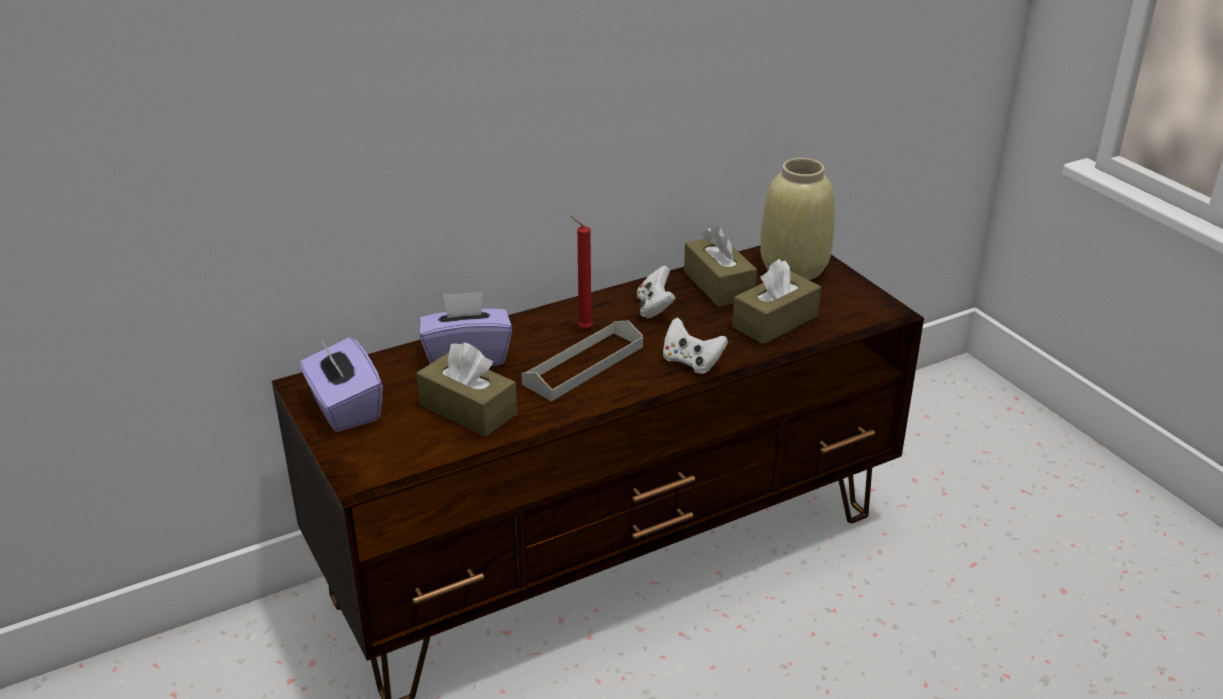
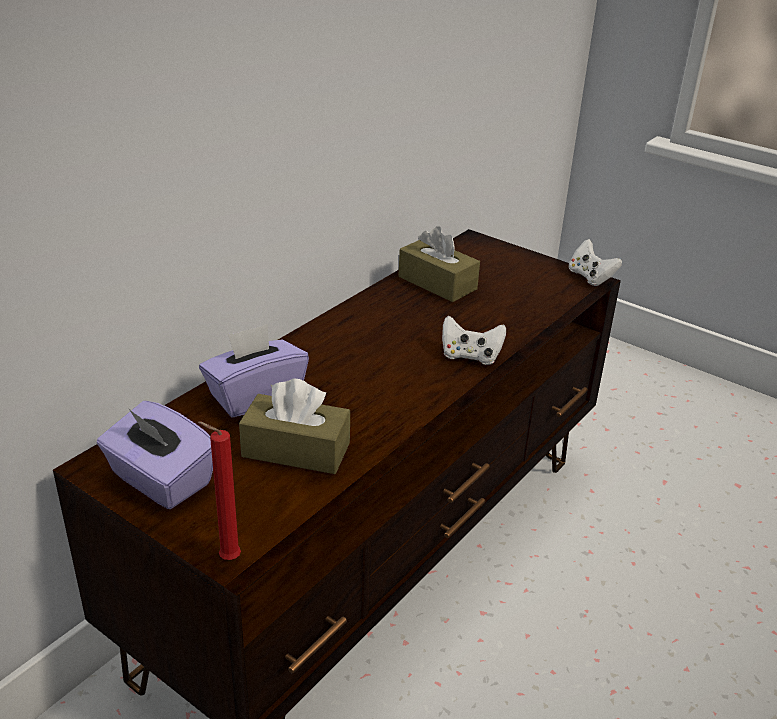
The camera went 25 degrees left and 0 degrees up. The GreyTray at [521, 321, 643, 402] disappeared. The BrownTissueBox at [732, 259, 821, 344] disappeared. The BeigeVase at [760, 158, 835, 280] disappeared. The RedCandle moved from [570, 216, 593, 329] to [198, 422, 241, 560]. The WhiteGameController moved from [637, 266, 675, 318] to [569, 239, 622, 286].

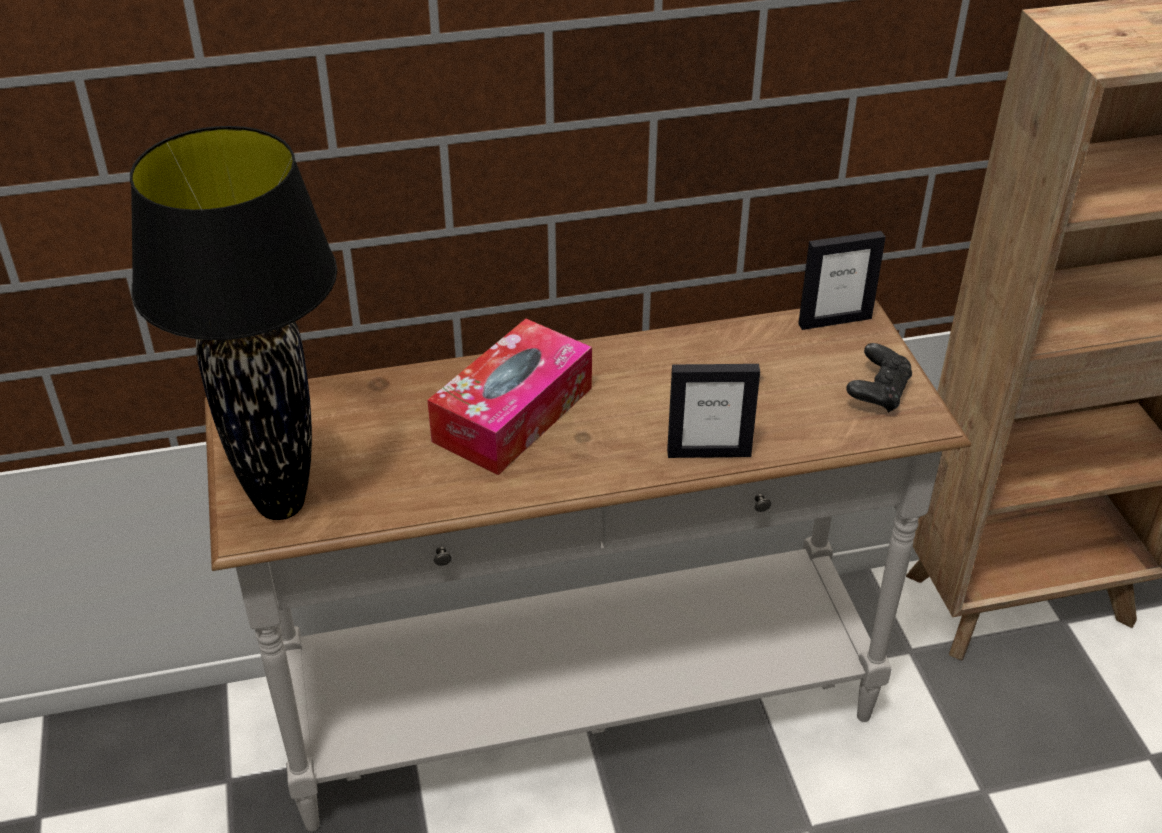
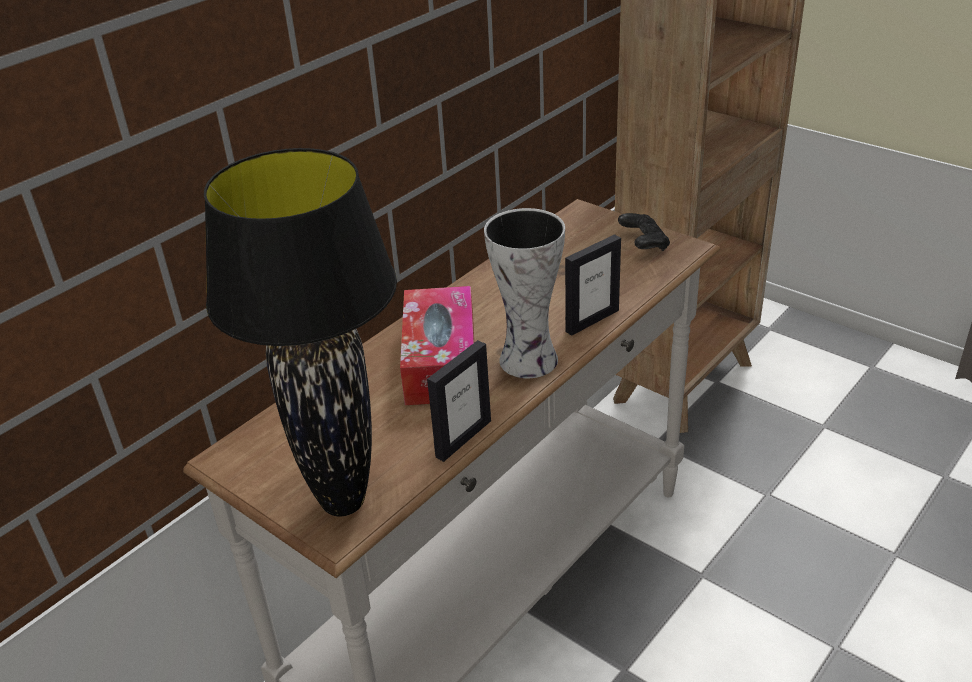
The camera went 35 degrees left and 5 degrees down. The Vase at [484, 208, 565, 378] appeared. The PictureFrame moved from [798, 231, 886, 330] to [427, 340, 491, 462].

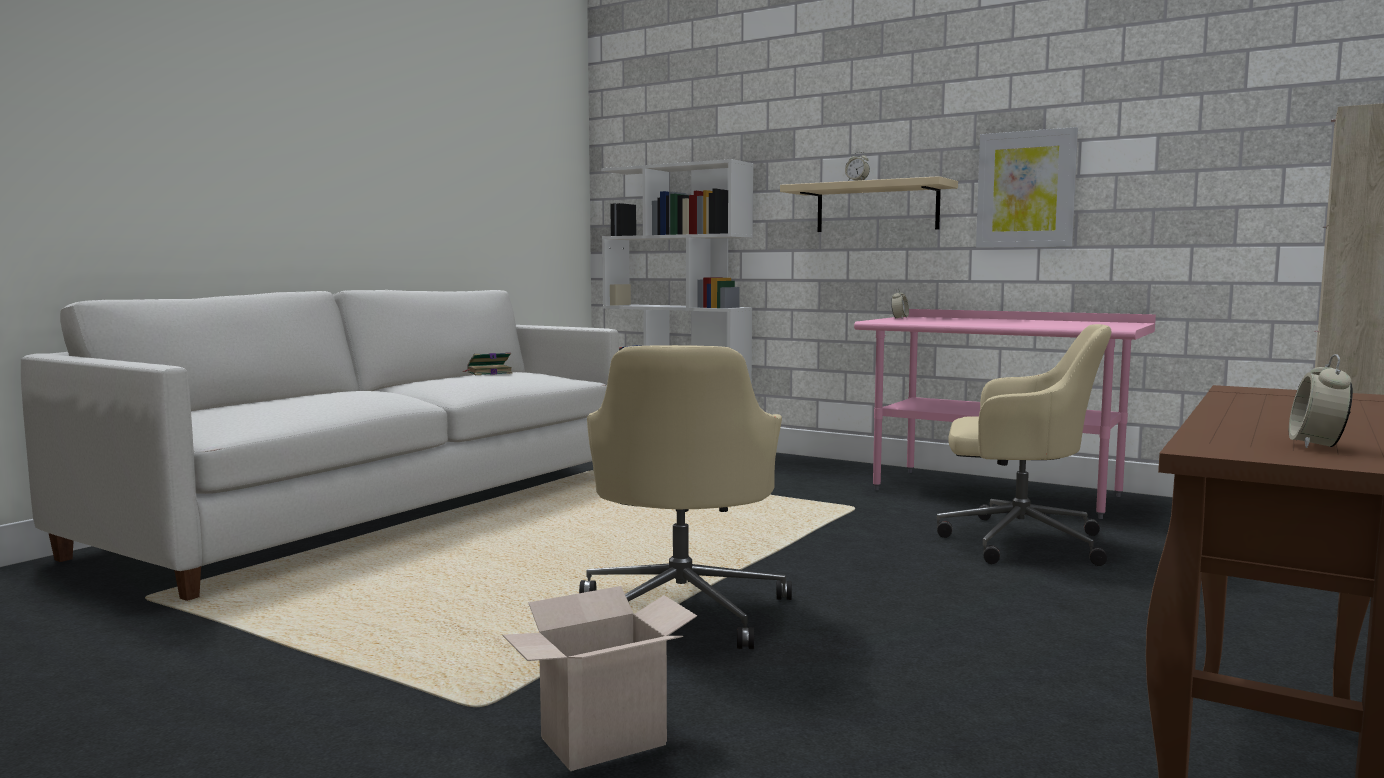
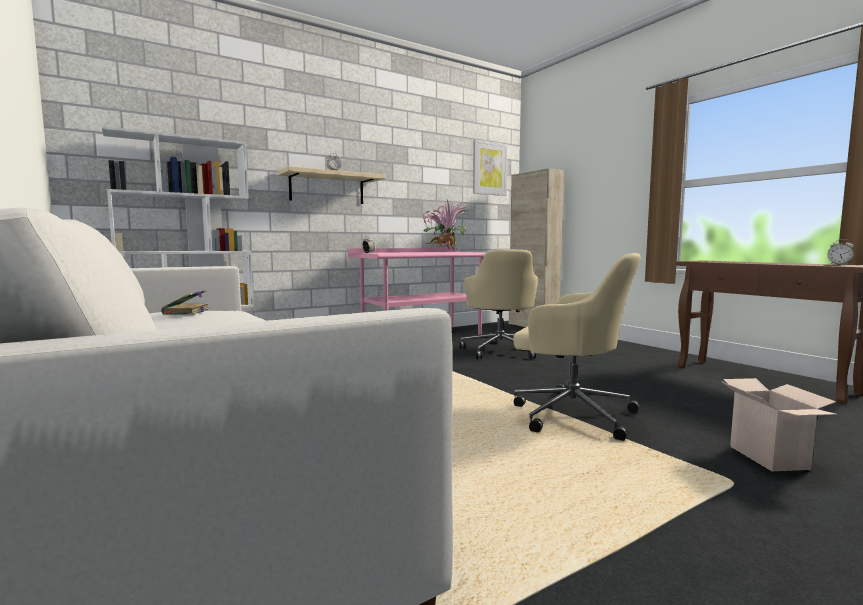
The camera went 65 degrees left and 0 degrees up. The PottedPlant at [423, 200, 467, 250] appeared. The Picture moved from [976, 127, 1078, 248] to [473, 139, 508, 196]. The BeigeOfficeChair at [937, 324, 1111, 566] turned 135 degrees clockwise.

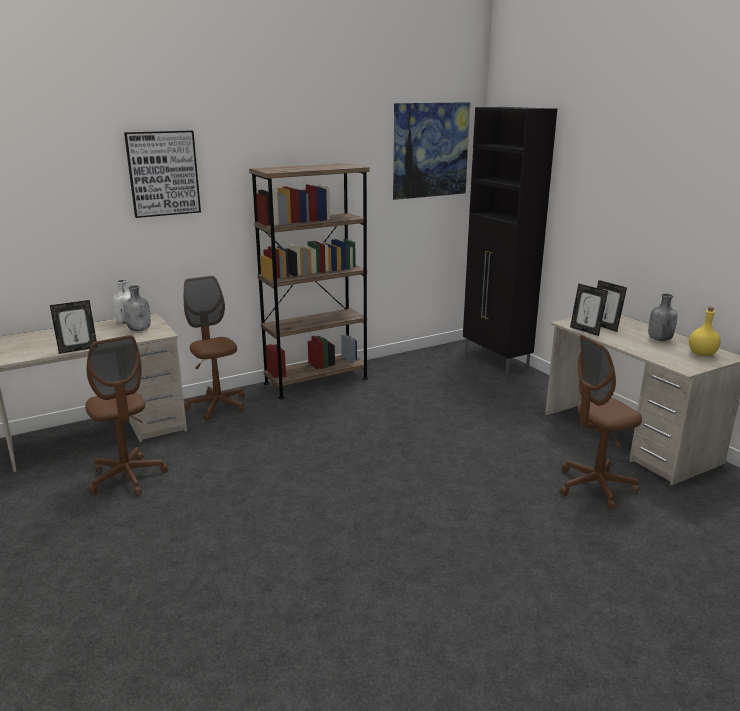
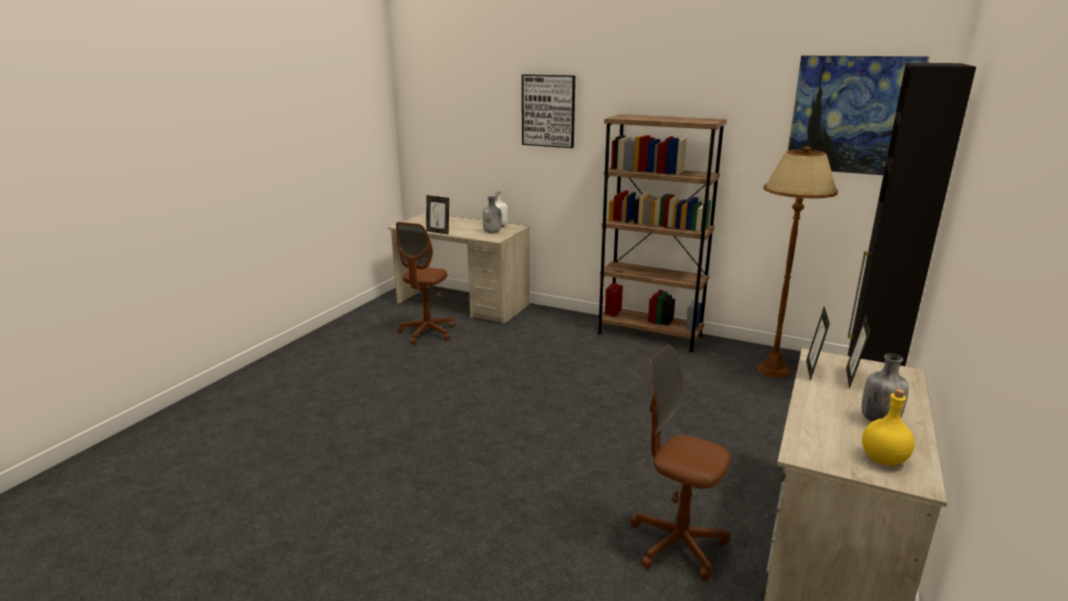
The camera went 55 degrees right and 0 degrees up. The BrownOfficeChair at [184, 276, 245, 421] disappeared. The BrownFloorLamp at [757, 146, 838, 378] appeared.

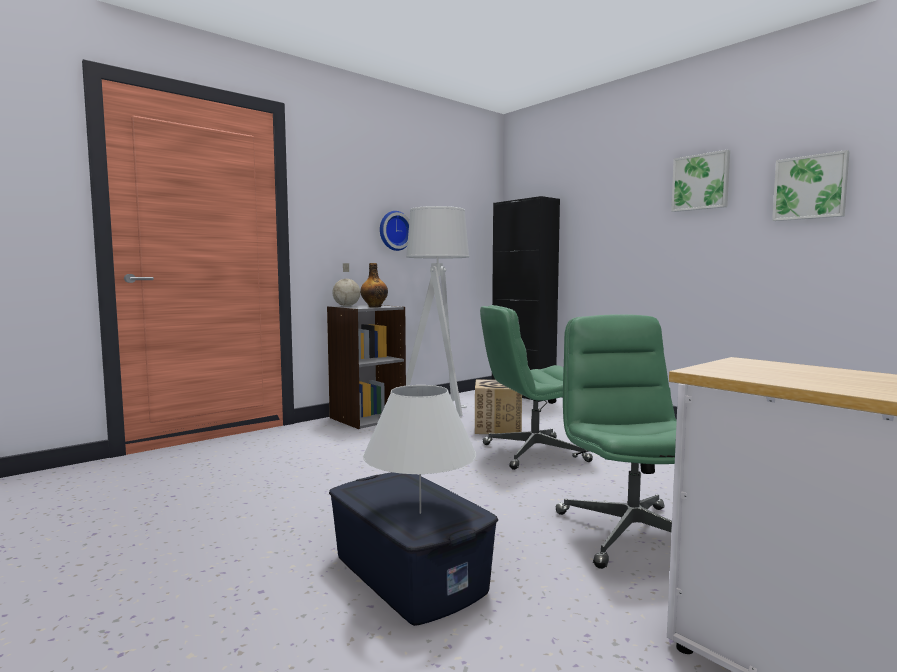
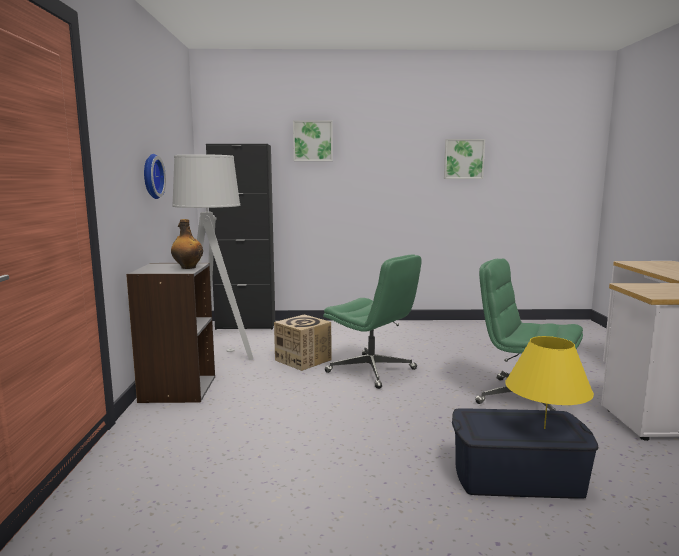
The camera went 50 degrees left and 5 degrees up. The Globe at [332, 263, 360, 306] disappeared. The Picture moved from [671, 150, 730, 212] to [293, 120, 333, 161]. The WhiteTableLamp at [363, 385, 476, 514] became the YellowTableLamp at [505, 336, 594, 429]. The GreenOfficeChair at [480, 305, 593, 470] turned 75 degrees counterclockwise.

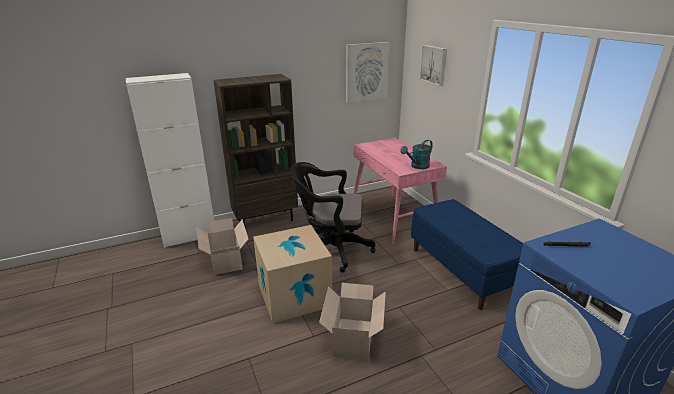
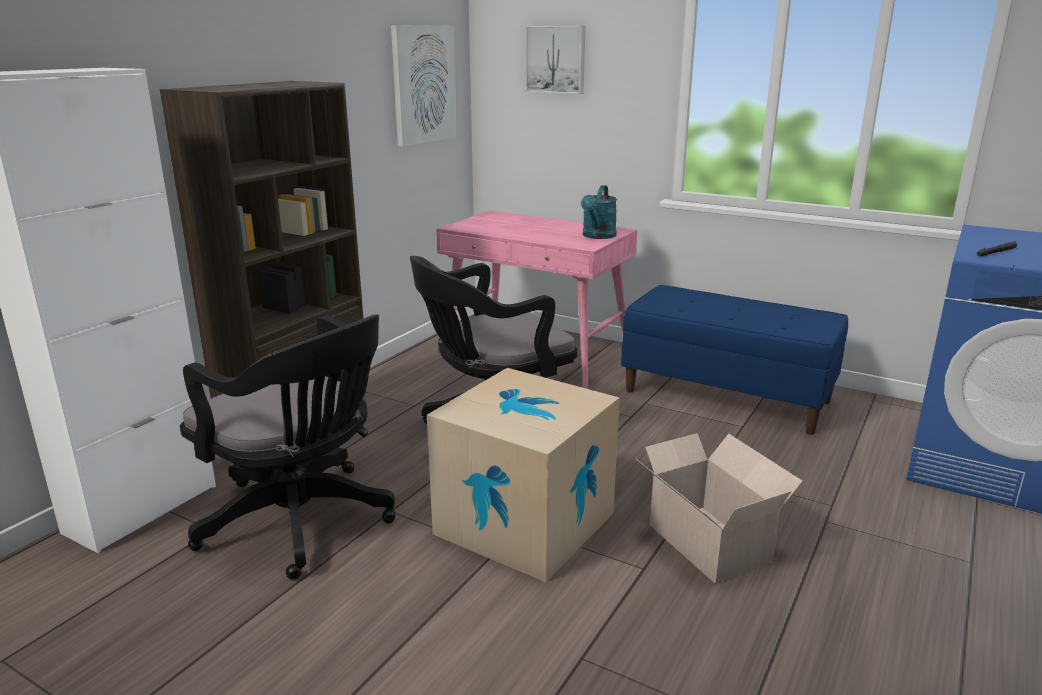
The camera went 35 degrees left and 5 degrees down. The CardboardBox at [196, 218, 248, 275] was replaced by the BlackOfficeChair at [180, 314, 395, 580].

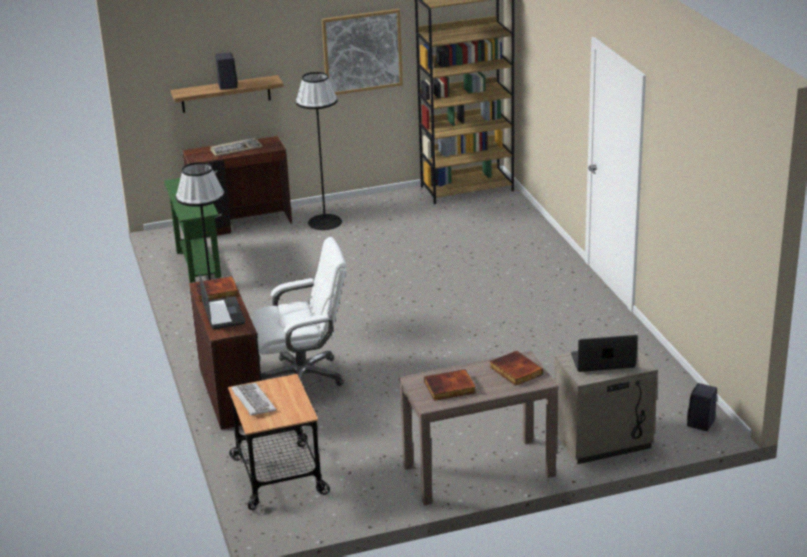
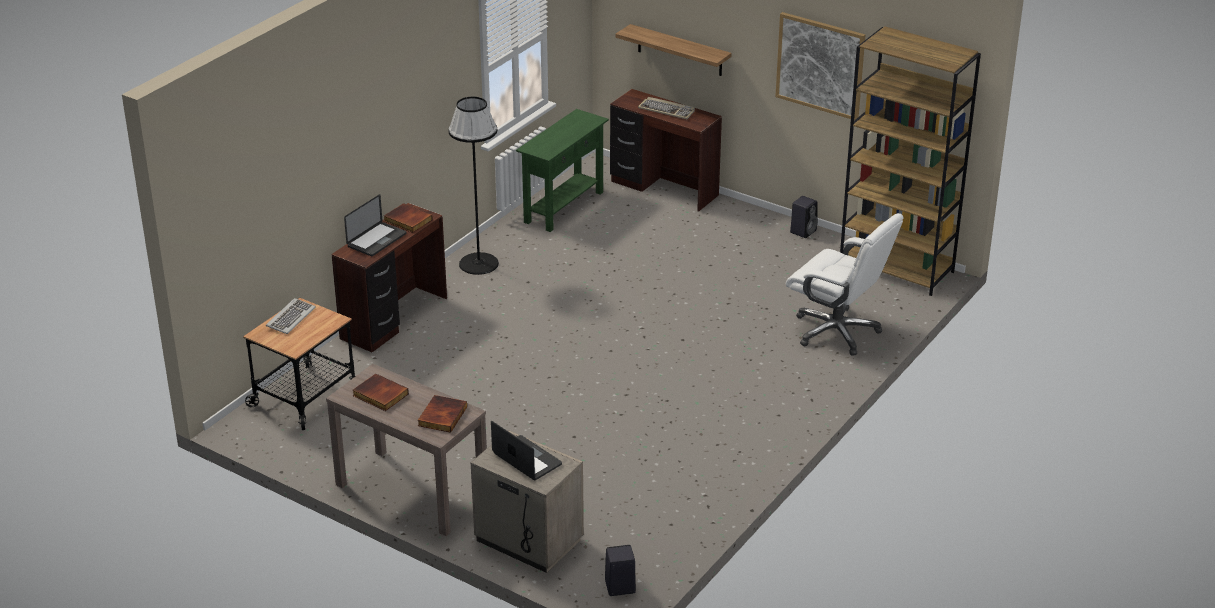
The camera went 50 degrees right and 5 degrees up. The BlackFloorLamp at [296, 72, 342, 230] disappeared. The BlackSpeaker moved from [215, 52, 238, 90] to [790, 196, 818, 238]. The WhiteOfficeChair moved from [251, 237, 346, 386] to [786, 213, 903, 356].

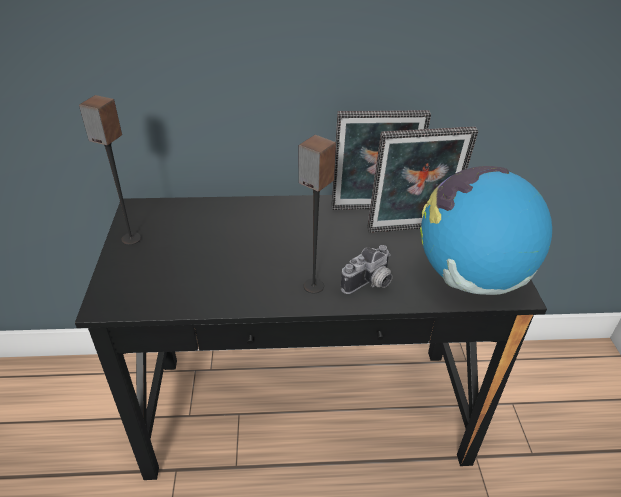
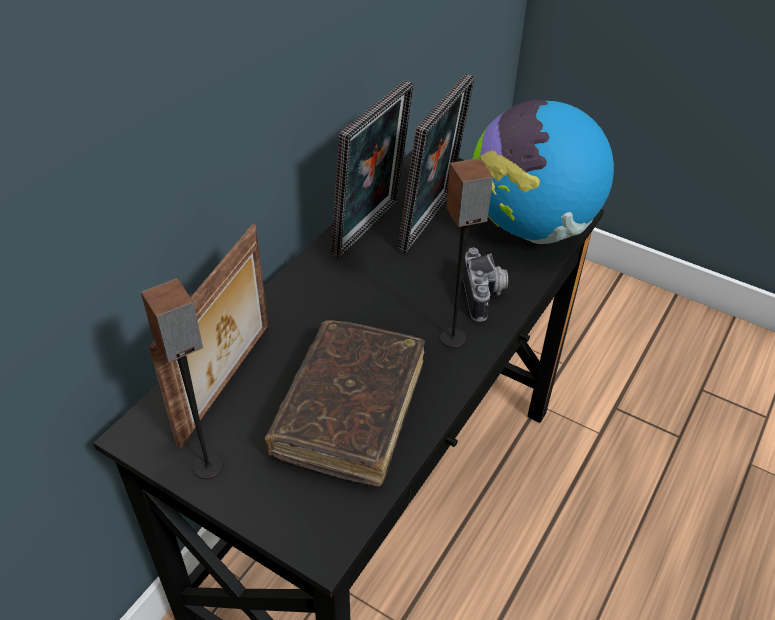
The camera went 55 degrees left and 5 degrees up. The PictureFrame at [149, 224, 268, 449] appeared. The BrownBook at [264, 320, 425, 487] appeared.

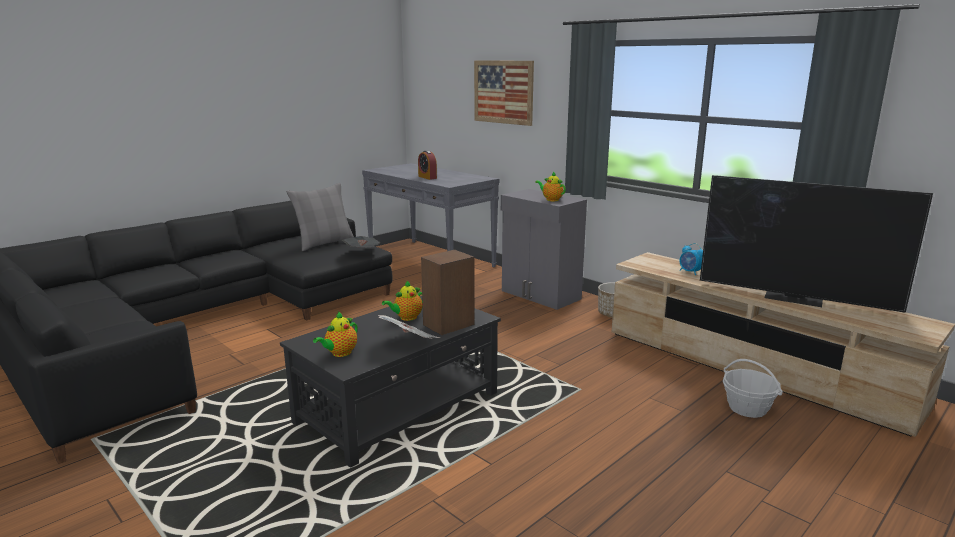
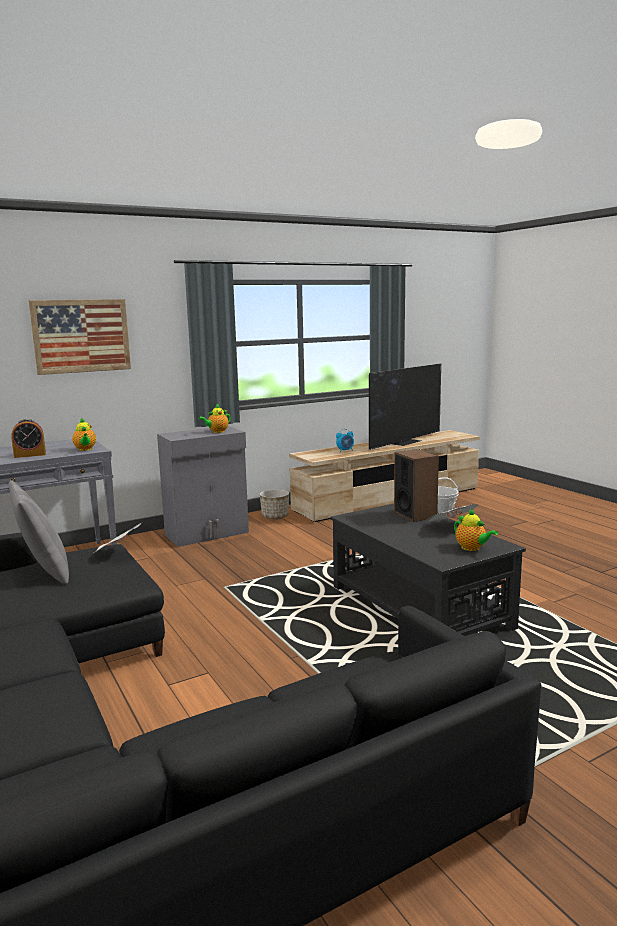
The camera went 75 degrees left and 5 degrees down. The Teapot moved from [382, 280, 423, 321] to [72, 418, 96, 451].

